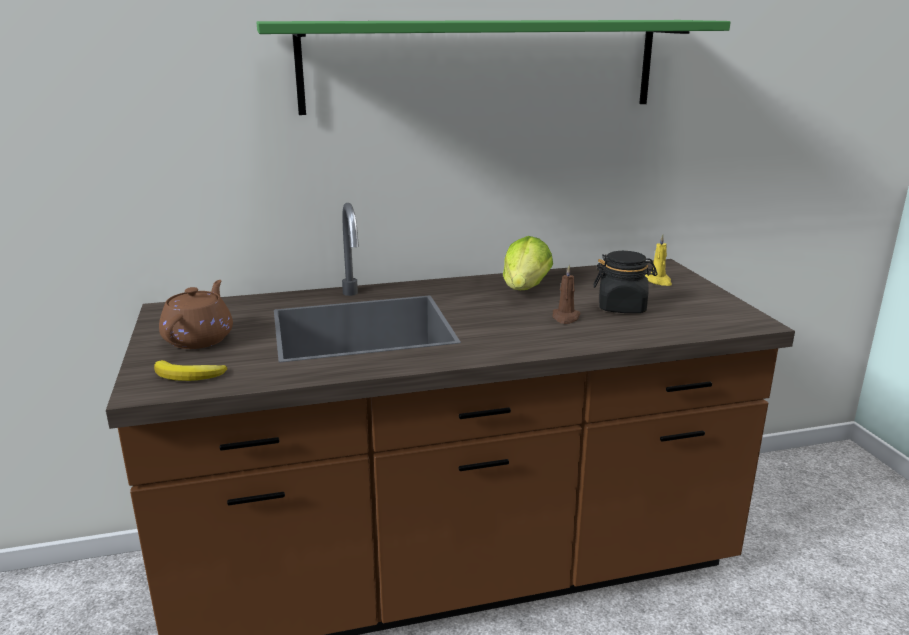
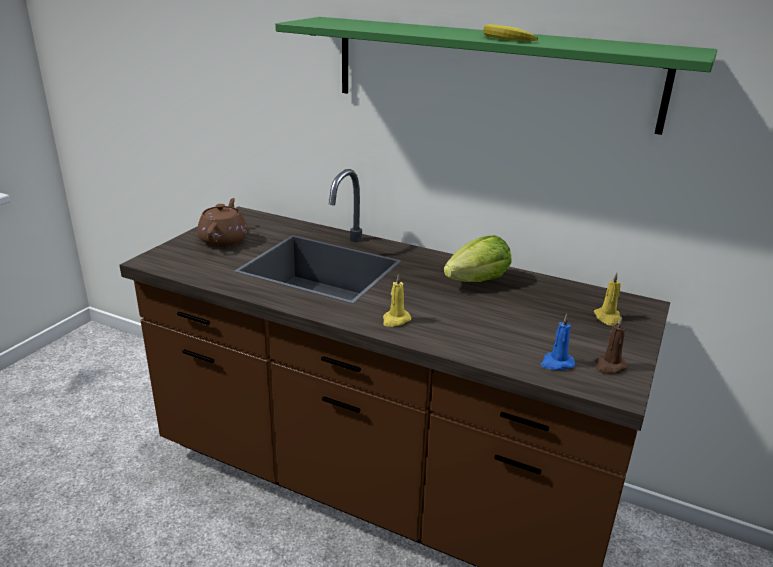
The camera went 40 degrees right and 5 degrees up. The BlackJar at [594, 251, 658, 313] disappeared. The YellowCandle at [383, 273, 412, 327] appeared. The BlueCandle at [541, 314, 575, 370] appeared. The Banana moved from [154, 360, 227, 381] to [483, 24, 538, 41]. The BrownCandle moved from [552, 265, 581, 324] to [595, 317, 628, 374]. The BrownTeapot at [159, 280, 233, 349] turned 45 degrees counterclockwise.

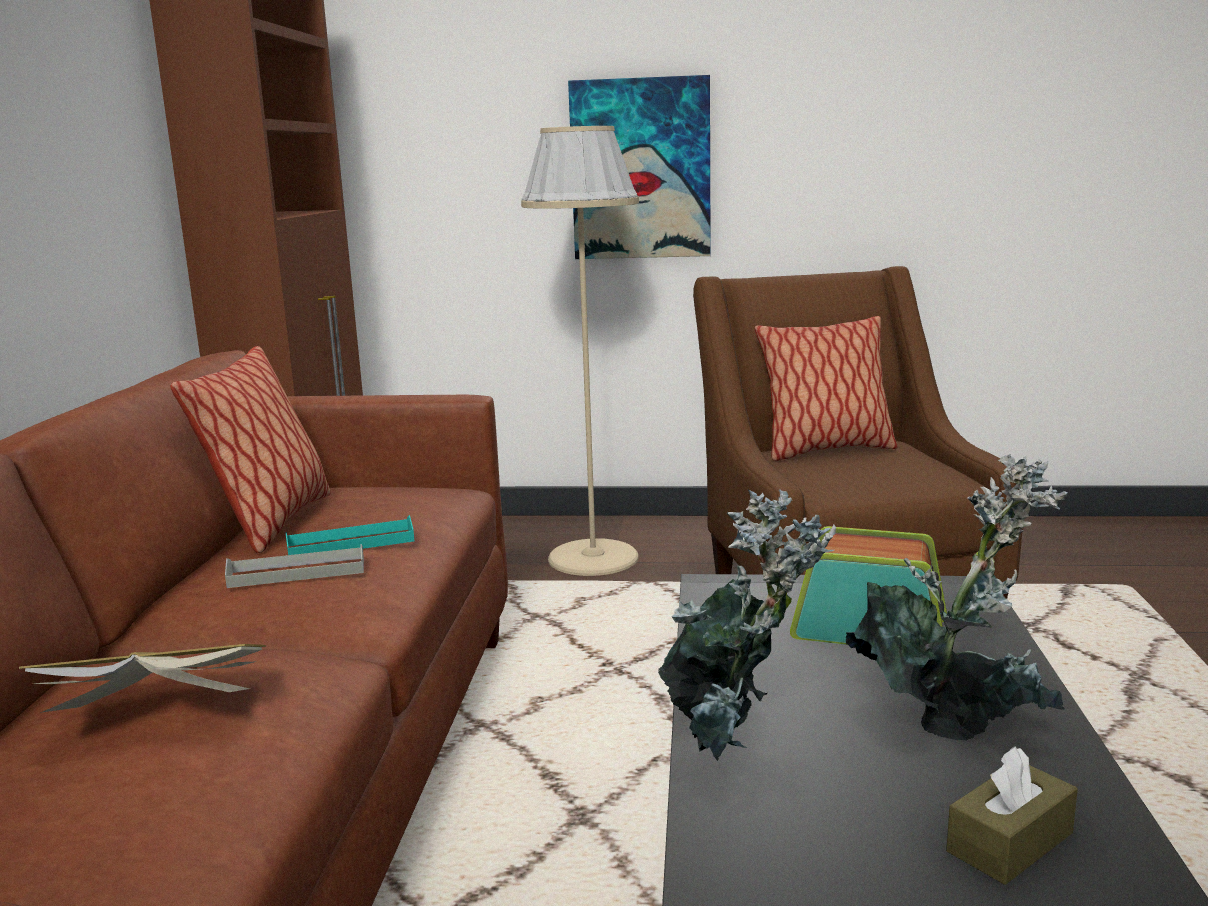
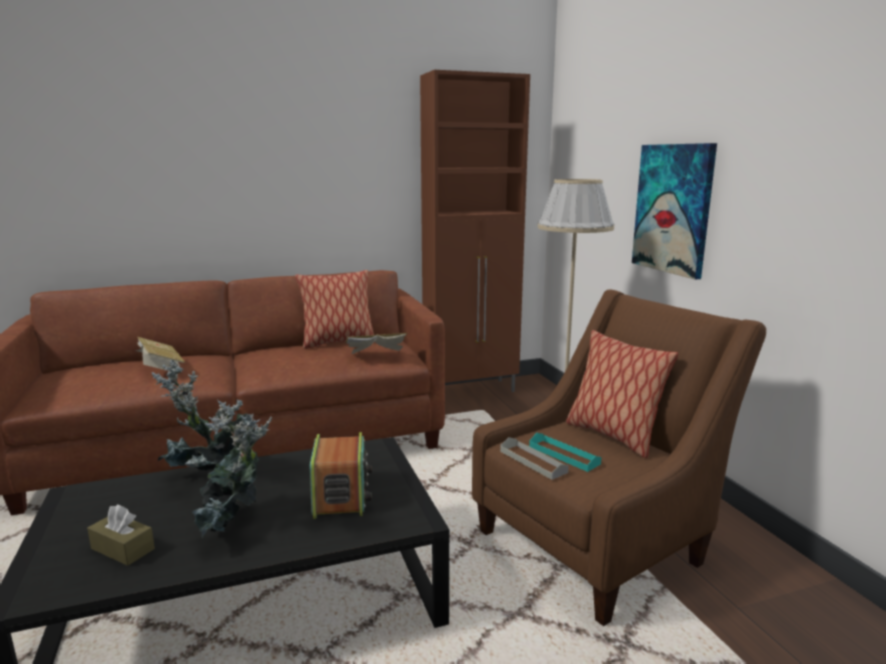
The camera went 65 degrees right and 0 degrees up. The Book at [346, 333, 407, 354] appeared. The GreyTray moved from [225, 544, 364, 588] to [500, 437, 569, 480]. The TurquoiseTray moved from [285, 515, 414, 555] to [529, 433, 601, 472].

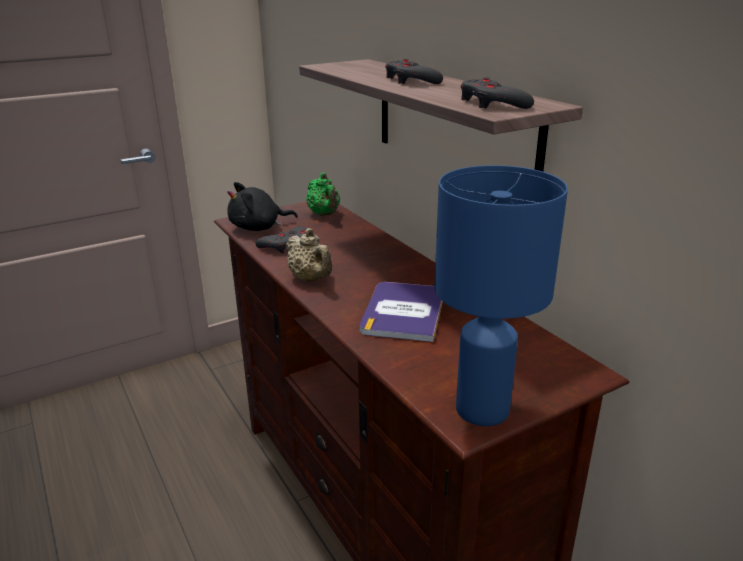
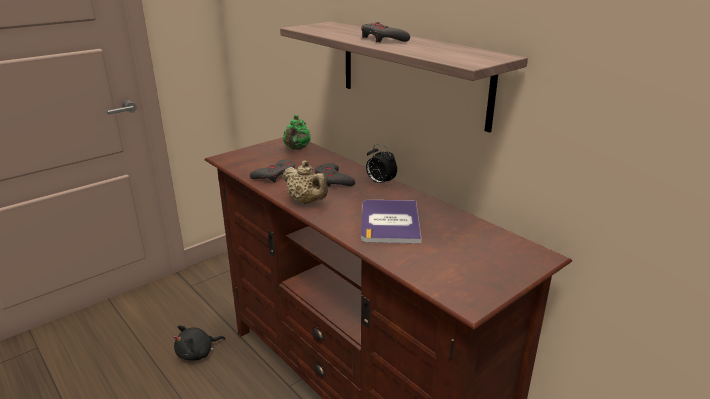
The camera went 10 degrees left and 0 degrees up. The BlueTableLamp at [434, 165, 568, 426] disappeared. The AlarmClock at [366, 144, 397, 185] appeared. The BlackPlushToy moved from [227, 182, 297, 231] to [174, 325, 225, 361]. The GreyGameController moved from [461, 77, 534, 109] to [315, 163, 355, 187]. The GreenTeapot at [306, 173, 340, 216] turned 45 degrees clockwise.

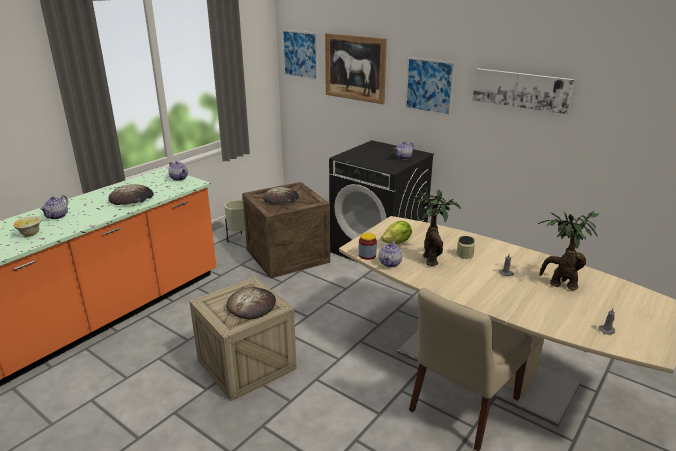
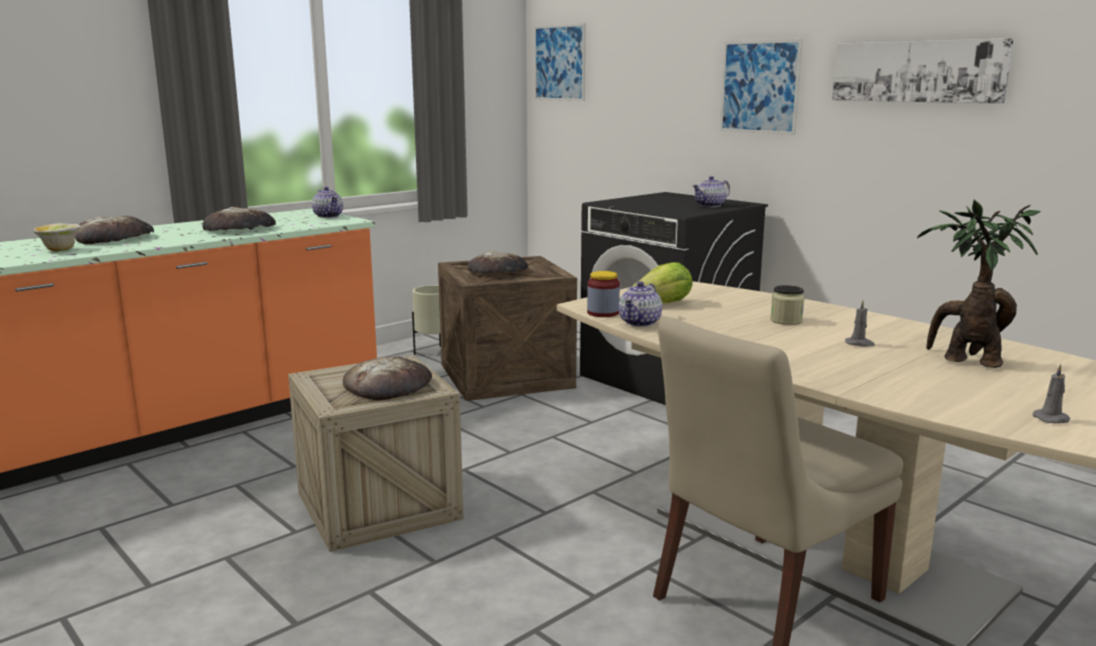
The camera went 10 degrees right and 10 degrees down. The Picture at [325, 33, 387, 104] disappeared. The PottedPlant at [412, 187, 461, 266] disappeared. The Teapot at [40, 195, 68, 219] was replaced by the Bread at [75, 216, 154, 244].

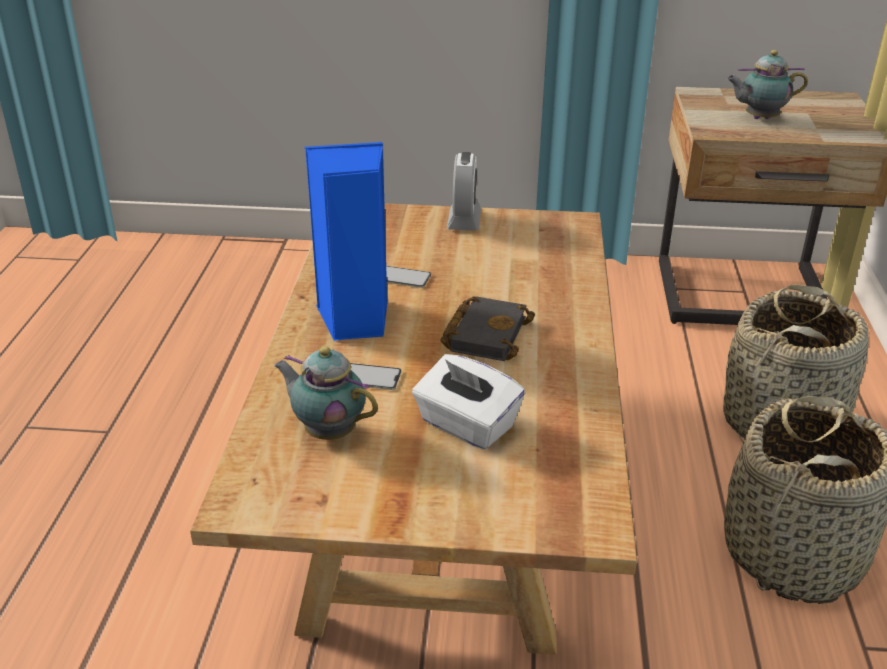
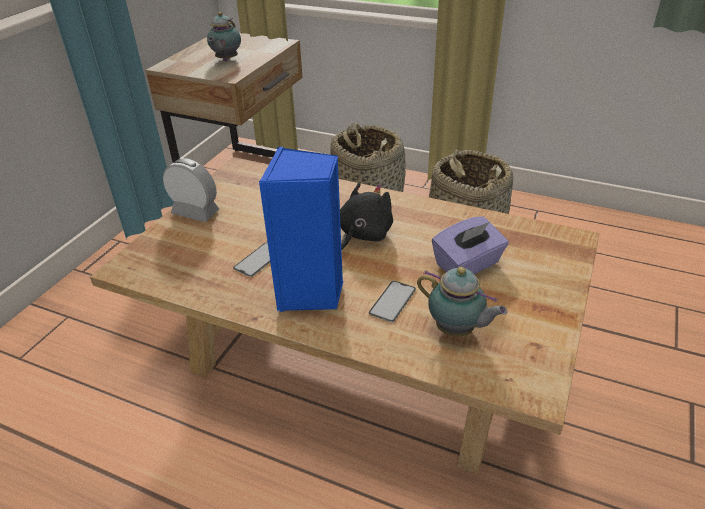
The camera went 70 degrees left and 5 degrees up. The BlackBook at [440, 296, 535, 361] was replaced by the BlackPlushToy at [340, 182, 393, 250]. The WhiteTissueBox at [412, 354, 525, 450] became the PurpleTissueBox at [432, 216, 509, 274]. The Teapot at [274, 346, 378, 440] turned 105 degrees counterclockwise.

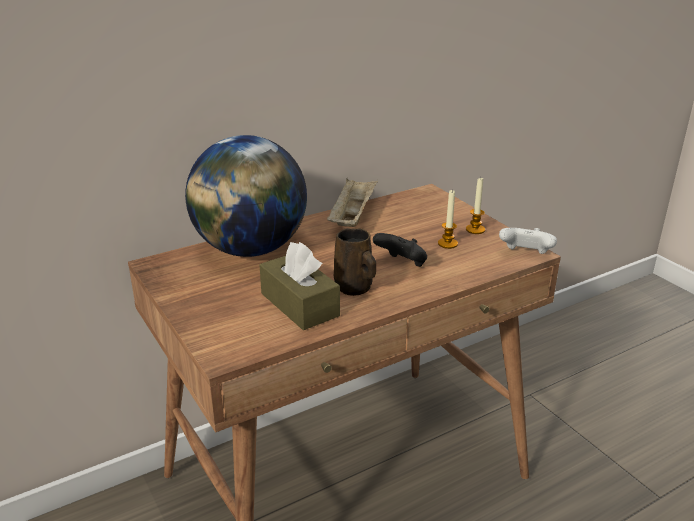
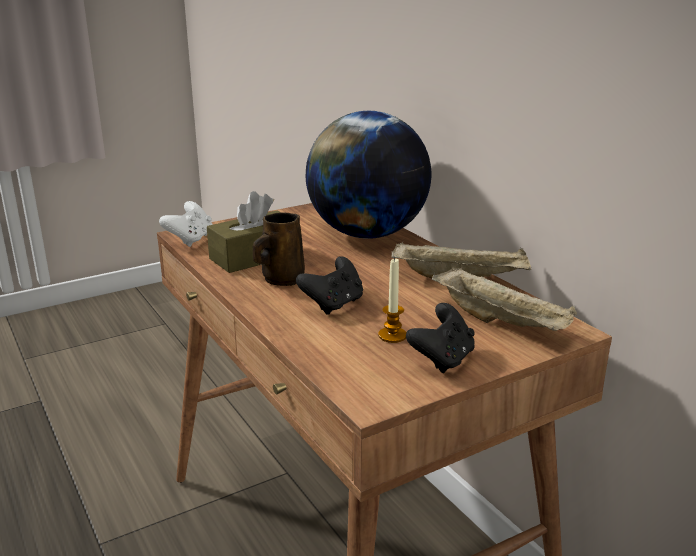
The camera went 90 degrees right and 5 degrees down. The BeigeTray at [432, 267, 577, 331] appeared. The WhiteGameController moved from [499, 228, 557, 254] to [159, 201, 213, 247]. The Candle at [466, 177, 485, 234] was replaced by the BlackGameController at [406, 303, 475, 373].

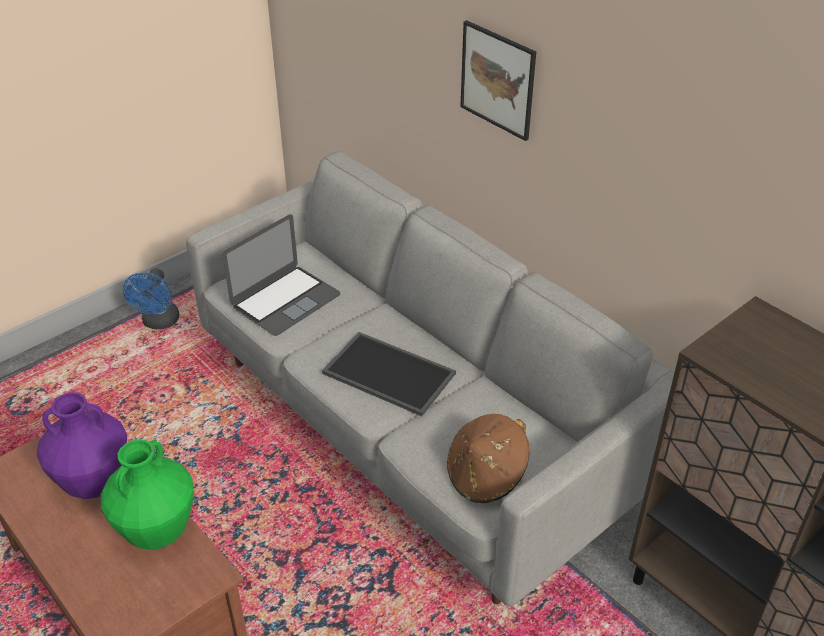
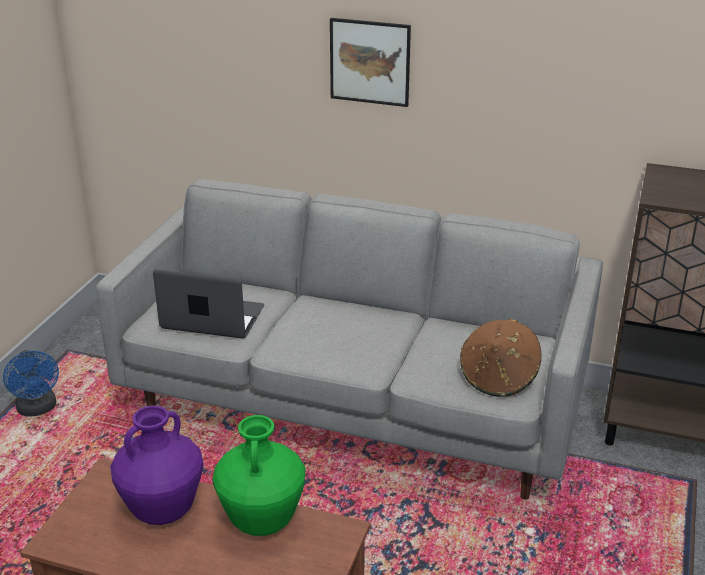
The camera went 30 degrees left and 10 degrees down. The Tray at [322, 332, 456, 416] disappeared. The Laptop at [222, 214, 340, 336] turned 90 degrees counterclockwise.

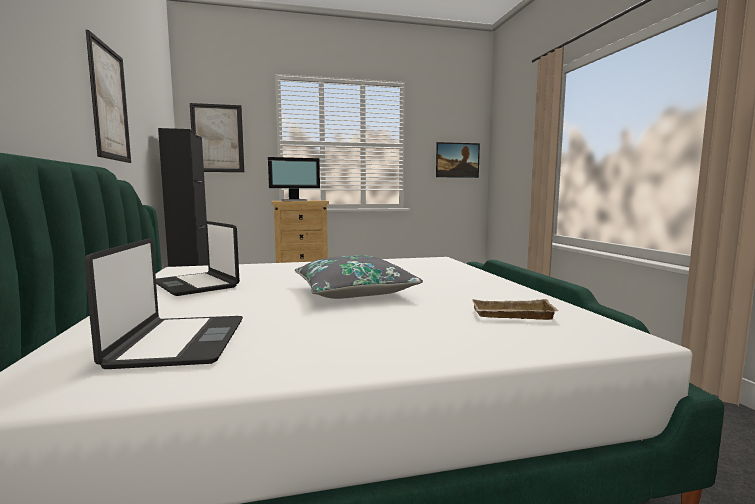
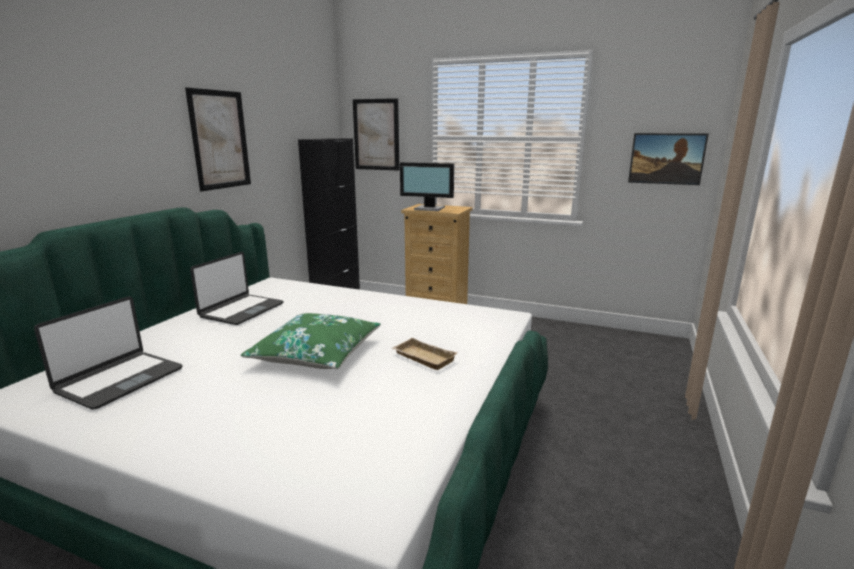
The camera went 35 degrees right and 10 degrees up. The BeigeTray moved from [472, 299, 559, 320] to [392, 338, 457, 370]. The GreyPillow at [295, 255, 423, 299] became the GreenPillow at [241, 313, 381, 369]. The Laptop at [156, 221, 240, 296] turned 150 degrees counterclockwise.

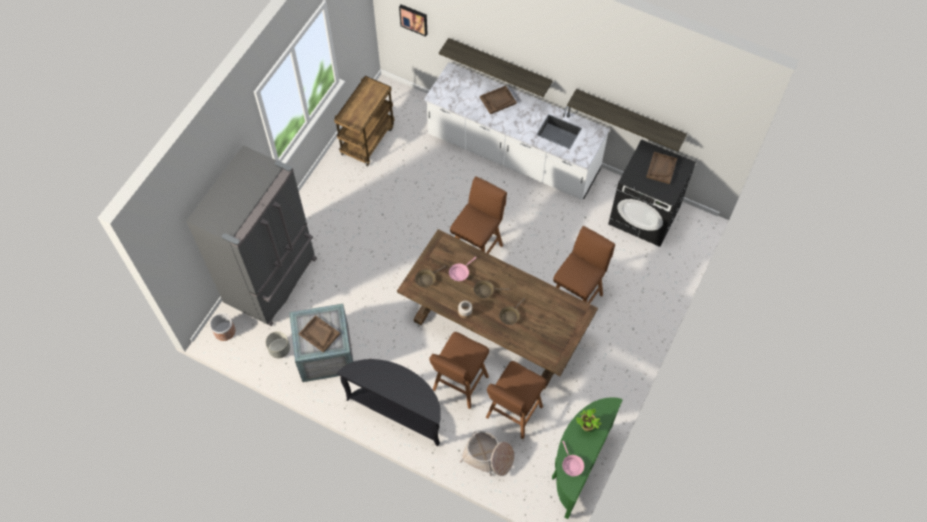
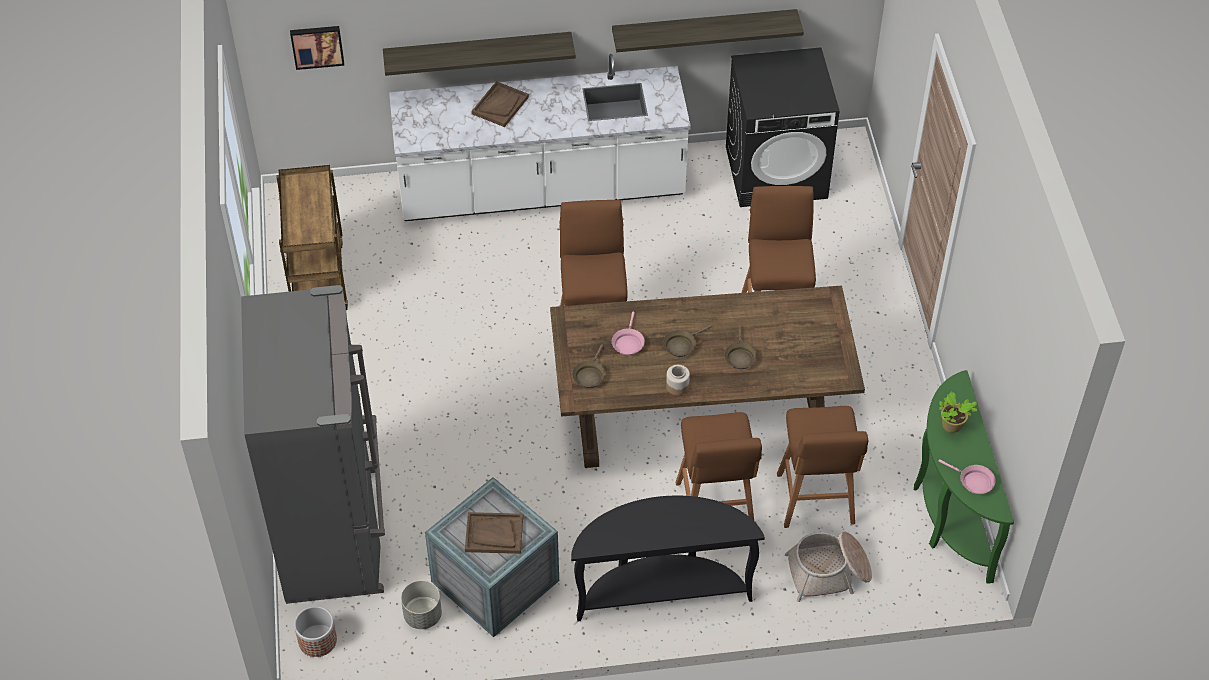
The camera went 35 degrees left and 10 degrees down. The BrownTray at [646, 152, 677, 184] disappeared.

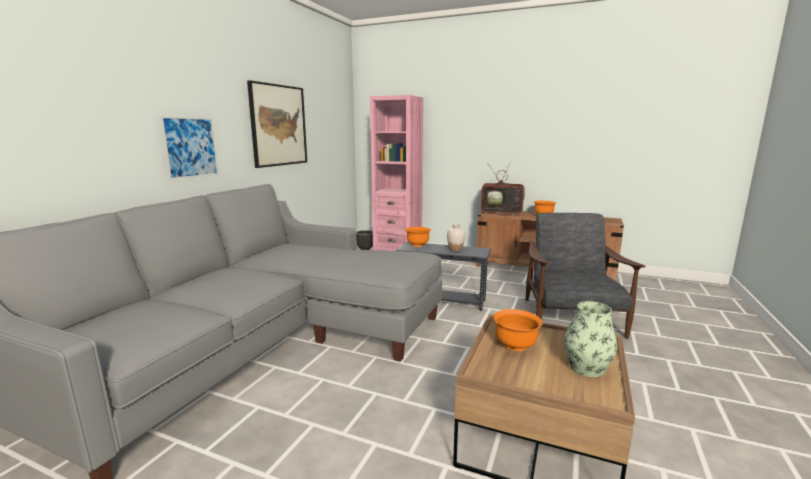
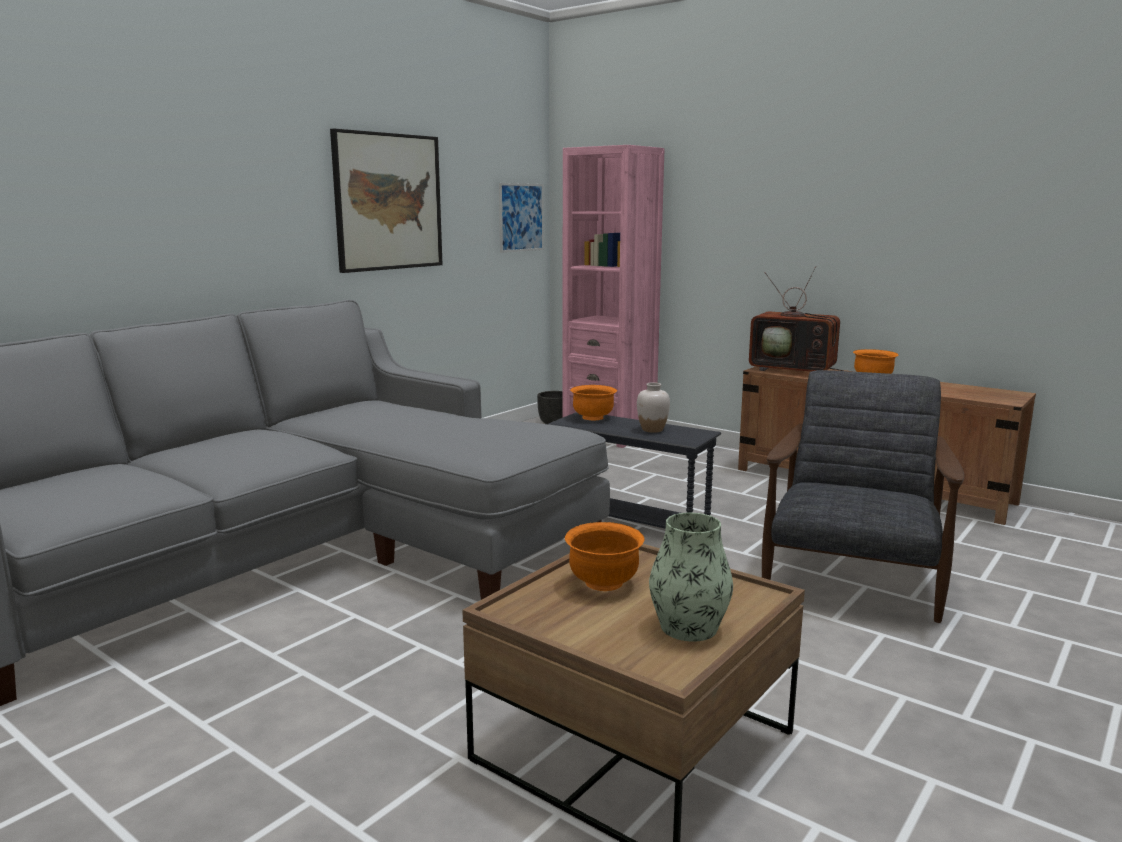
The camera went 15 degrees right and 0 degrees up. The Picture moved from [160, 116, 219, 180] to [499, 183, 544, 253].

